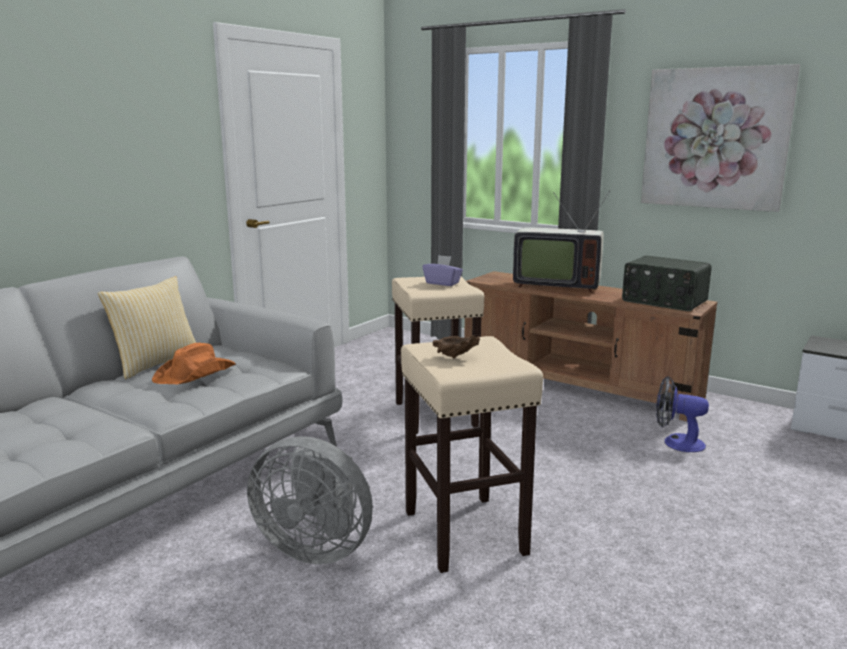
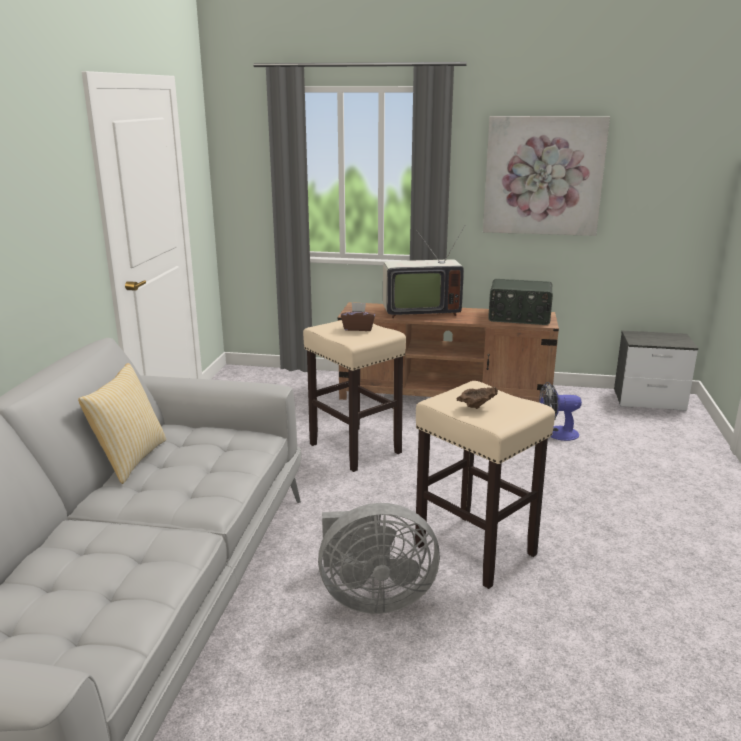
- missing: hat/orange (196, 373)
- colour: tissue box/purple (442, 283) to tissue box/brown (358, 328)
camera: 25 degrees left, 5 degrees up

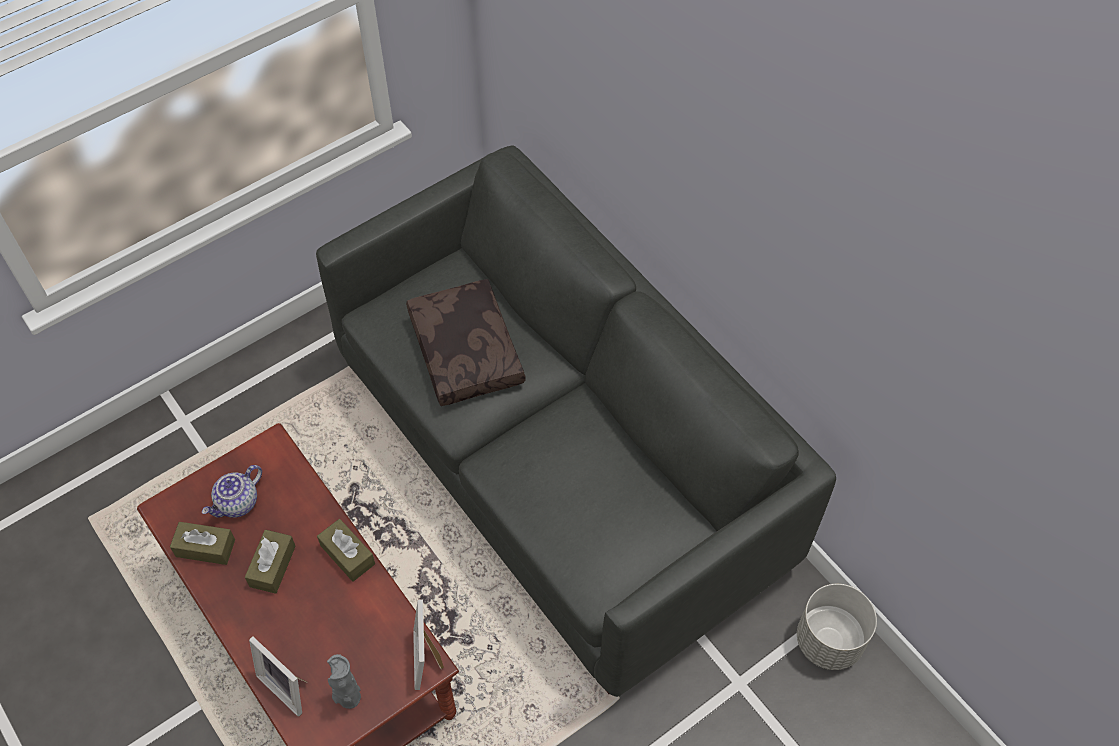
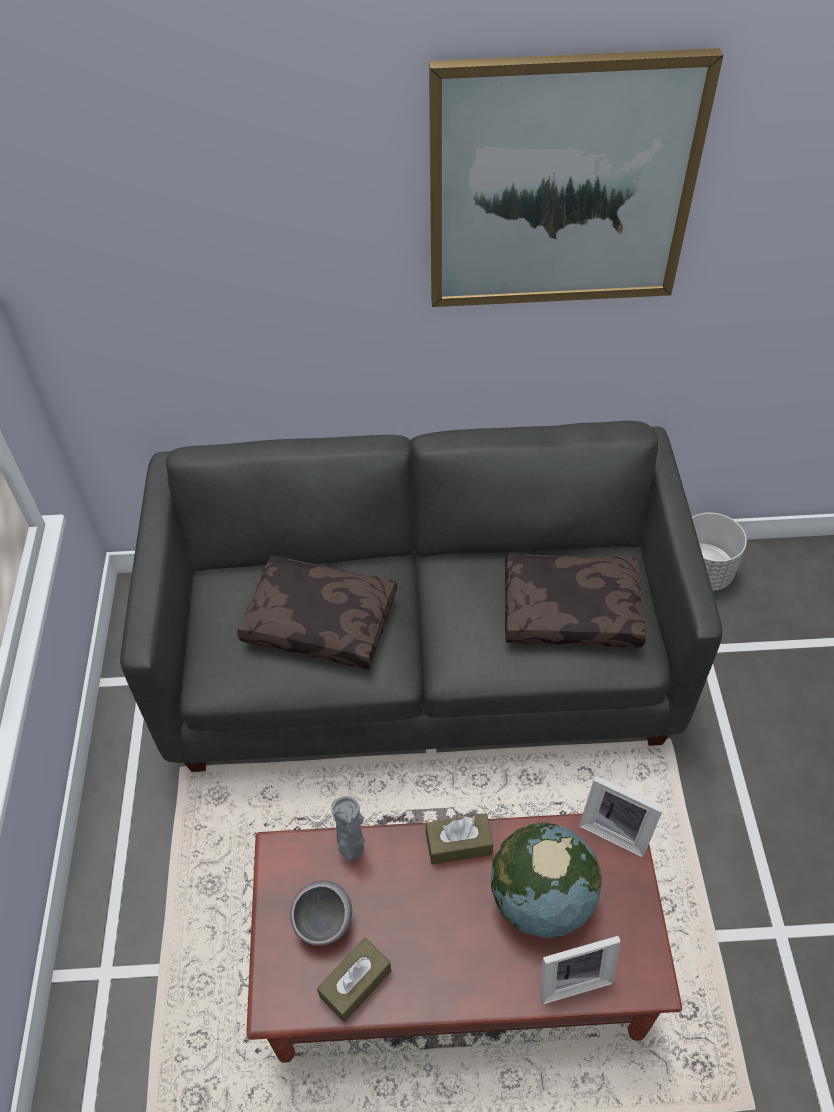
- exchanged: teapot (238, 503) to bowl/grey (324, 922)
- missing: tissue box/brown (272, 566)
- relocated: vase/grey (349, 699) to (352, 851)
- appeared: picture (561, 186)
- appeared: globe (540, 898)
- appeared: pillow/brown (572, 609)
camera: 55 degrees left, 5 degrees down

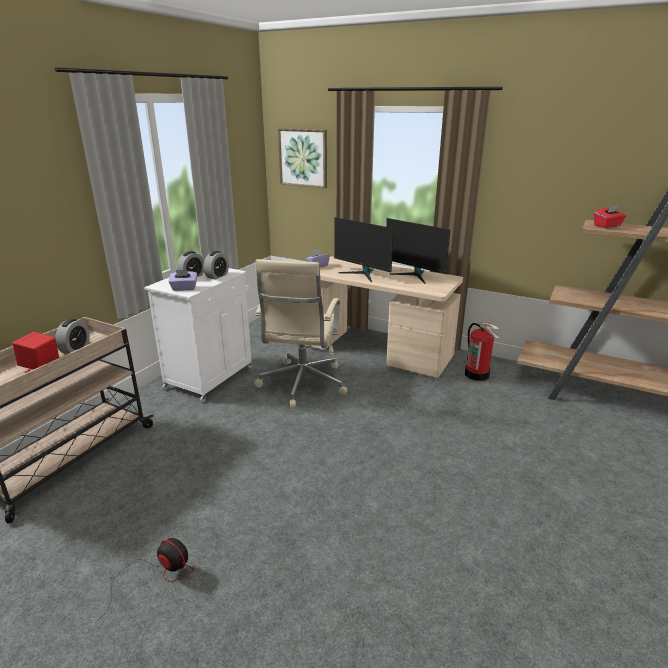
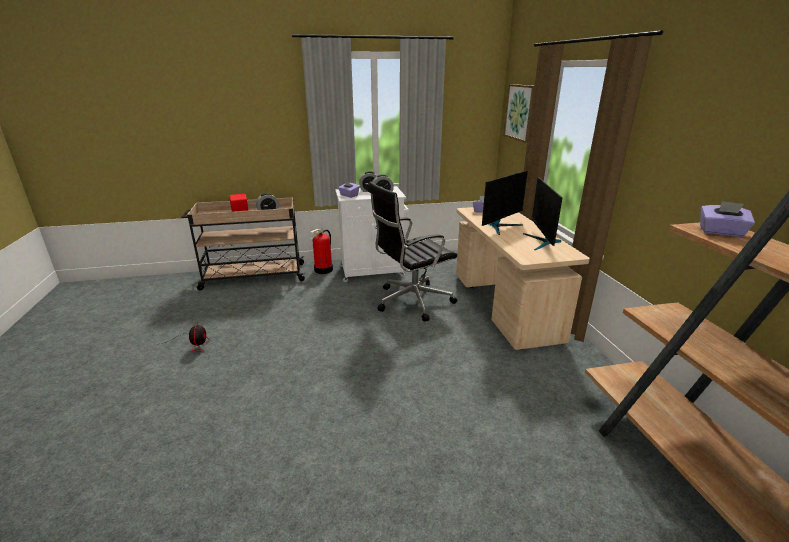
- colour: office chair/beige (302, 385) to office chair/black (411, 301)
- spun: monitor (362, 274) = (500, 226) 135 degrees counterclockwise
- relocated: fire extinguisher (477, 374) to (323, 270)
- colour: tissue box/red (607, 226) to tissue box/purple (721, 232)
camera: 50 degrees right, 0 degrees up

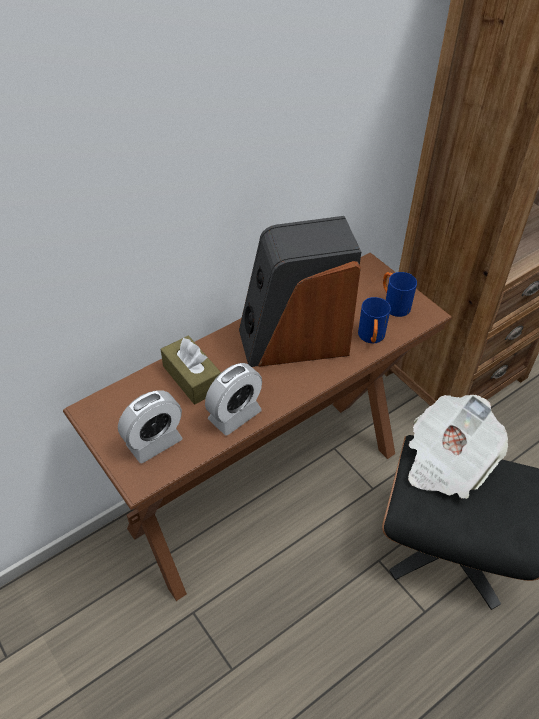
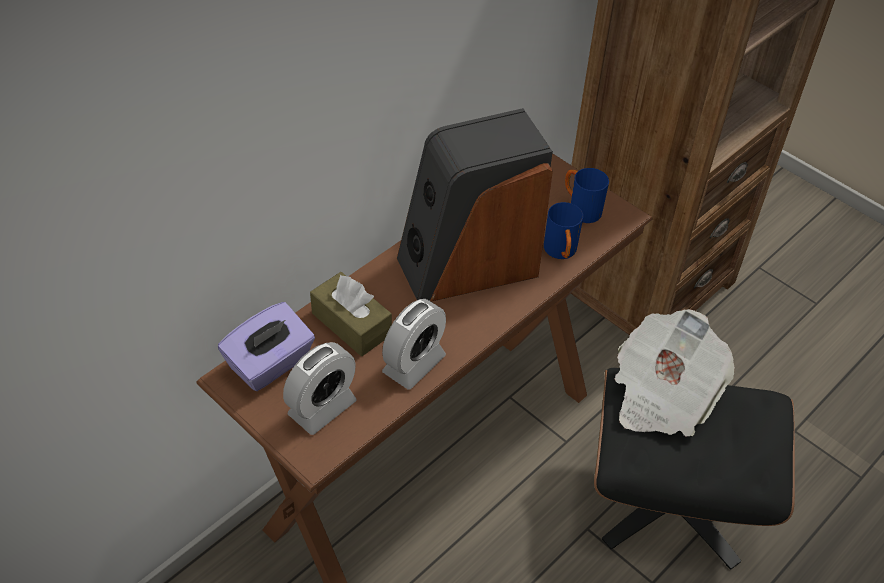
- appeared: tissue box/purple (270, 364)
camera: 10 degrees left, 0 degrees up

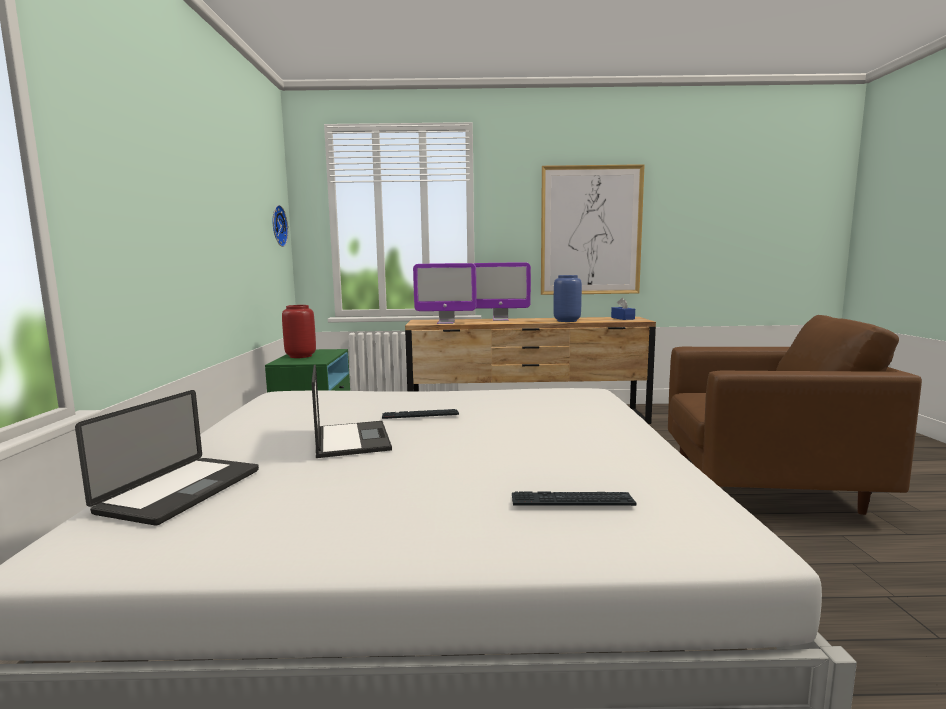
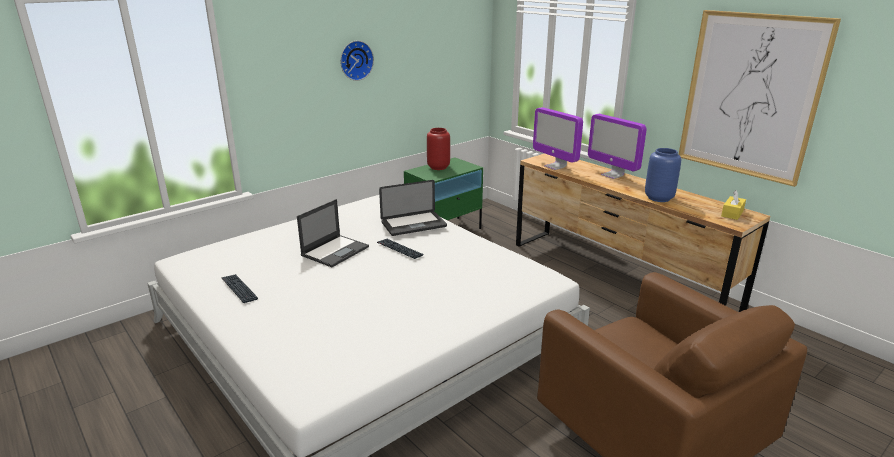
- relocated: laptop (181, 491) to (413, 224)
- relocated: wall clock (277, 226) to (355, 60)
- relocated: keyboard (572, 501) to (239, 289)
- colour: tissue box/blue (622, 318) to tissue box/yellow (732, 213)
camera: 50 degrees right, 15 degrees up

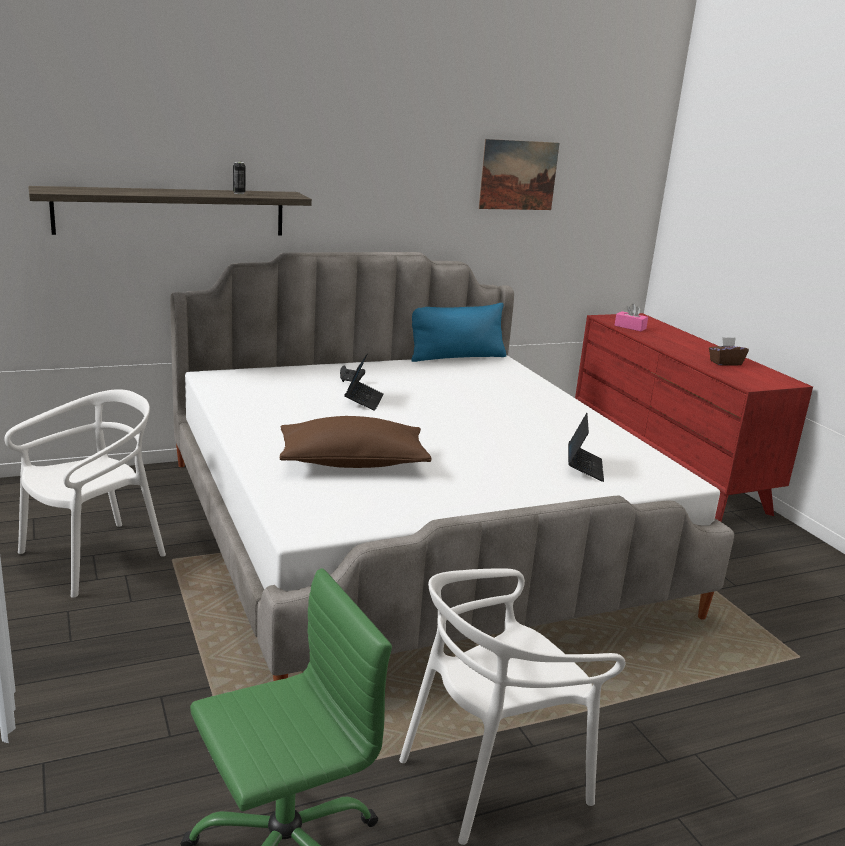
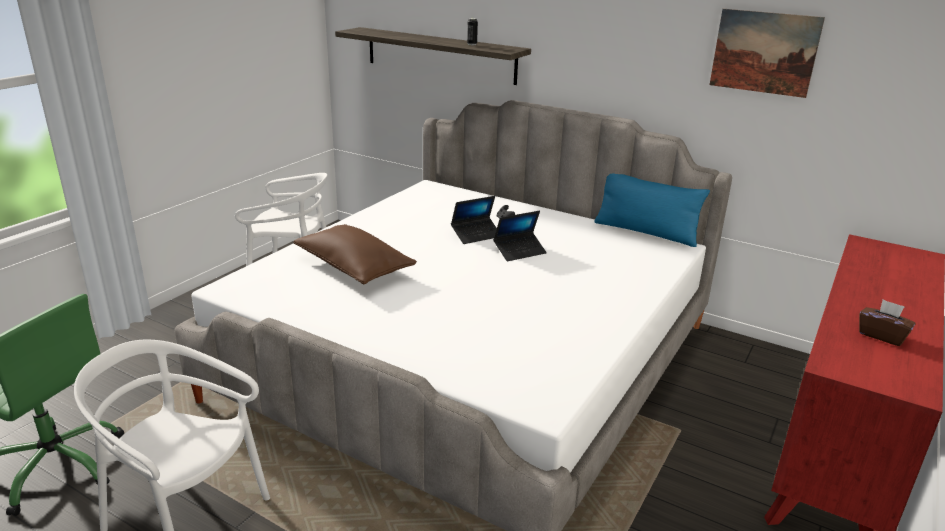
- relocated: laptop (584, 468) to (519, 251)
- missing: tissue box/pink (630, 327)
camera: 55 degrees right, 5 degrees up

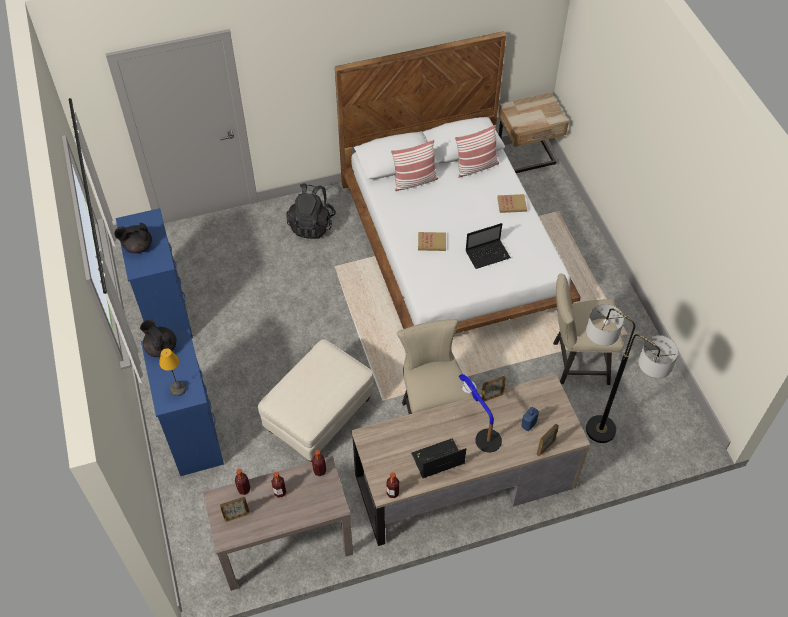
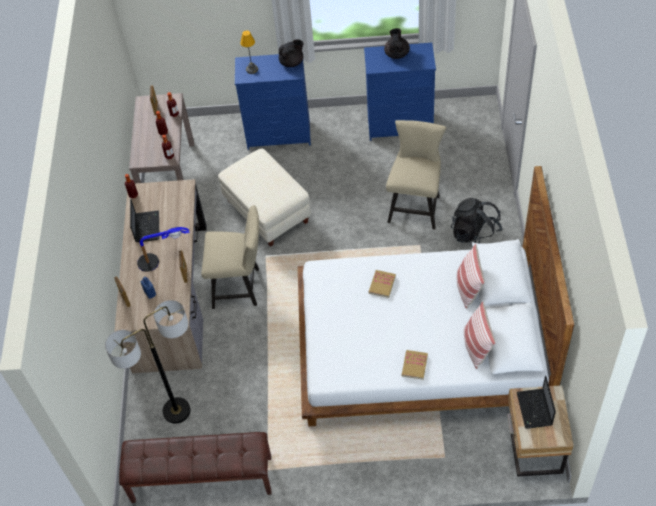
- relocated: laptop (488, 254) to (535, 410)
- relocated: chair/beige (575, 362) to (415, 206)
- appeared: bench/brown (201, 480)
camera: 110 degrees right, 0 degrees up

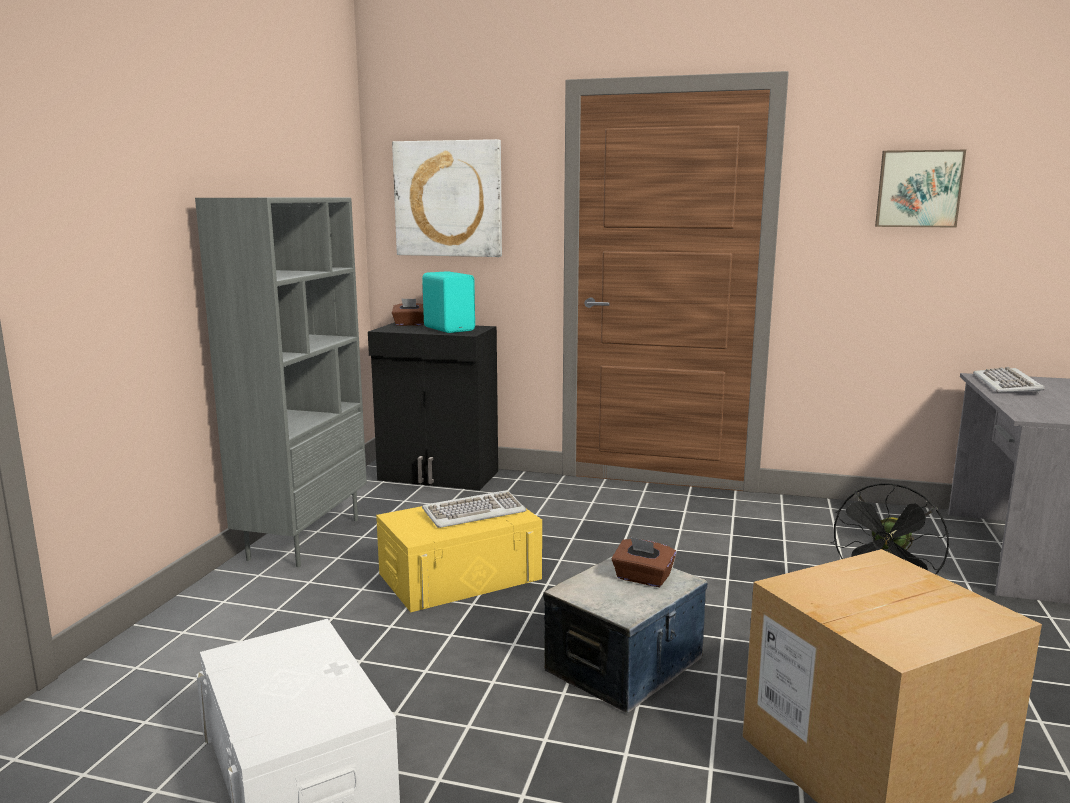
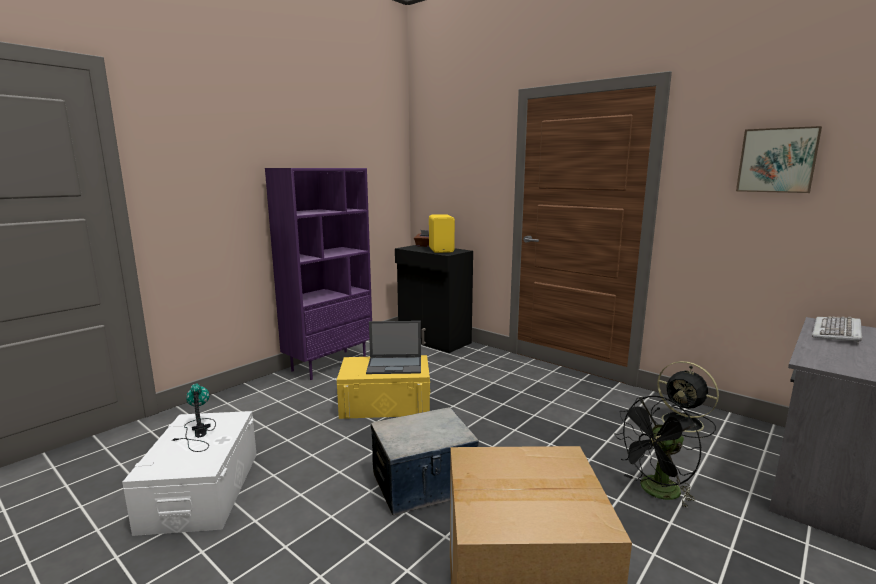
- colour: bookcase/grey (304, 538) to bookcase/purple (329, 364)
- missing: picture (448, 199)
- colour: speaker/turquoise (450, 329) to speaker/yellow (442, 250)
- exchanged: keyboard (474, 512) to laptop (395, 365)
- missing: tissue box/brown (642, 578)
- appeared: table lamp (197, 433)
- appeared: fan/black (684, 423)
camera: 25 degrees right, 0 degrees up

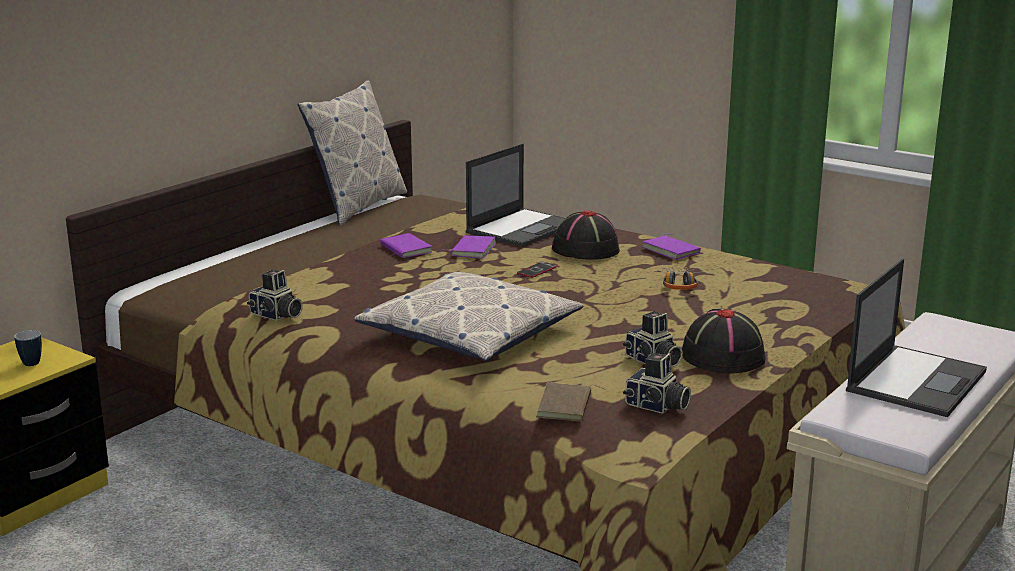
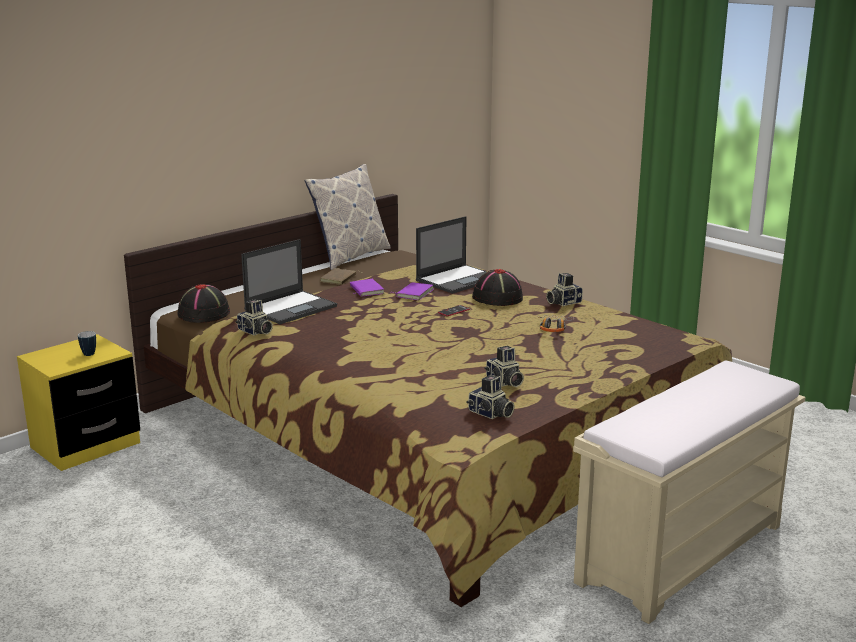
- missing: pillow (470, 333)
- relocated: book/brown (566, 406) to (339, 279)
- exchanged: book/purple (672, 250) to photo camera (563, 302)
- relocated: hat/black (722, 356) to (204, 313)
- relocated: laptop (916, 380) to (291, 307)
camera: 10 degrees right, 0 degrees up

